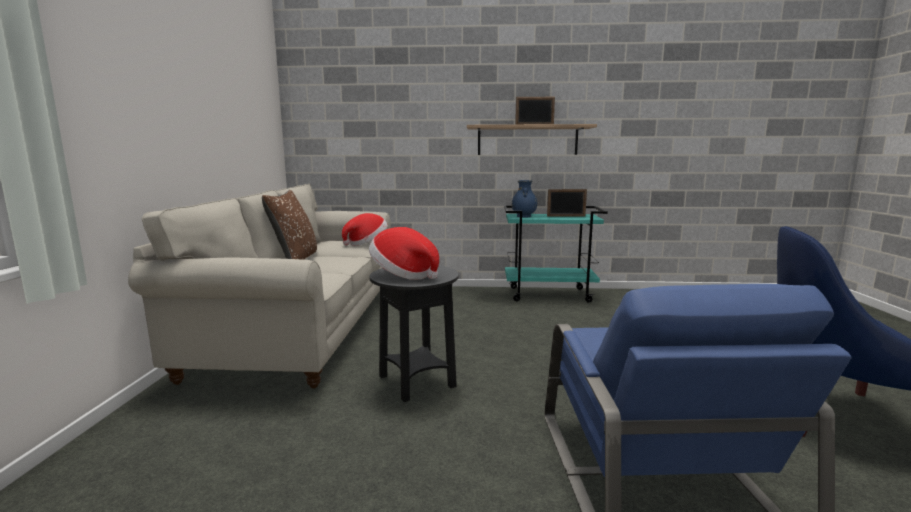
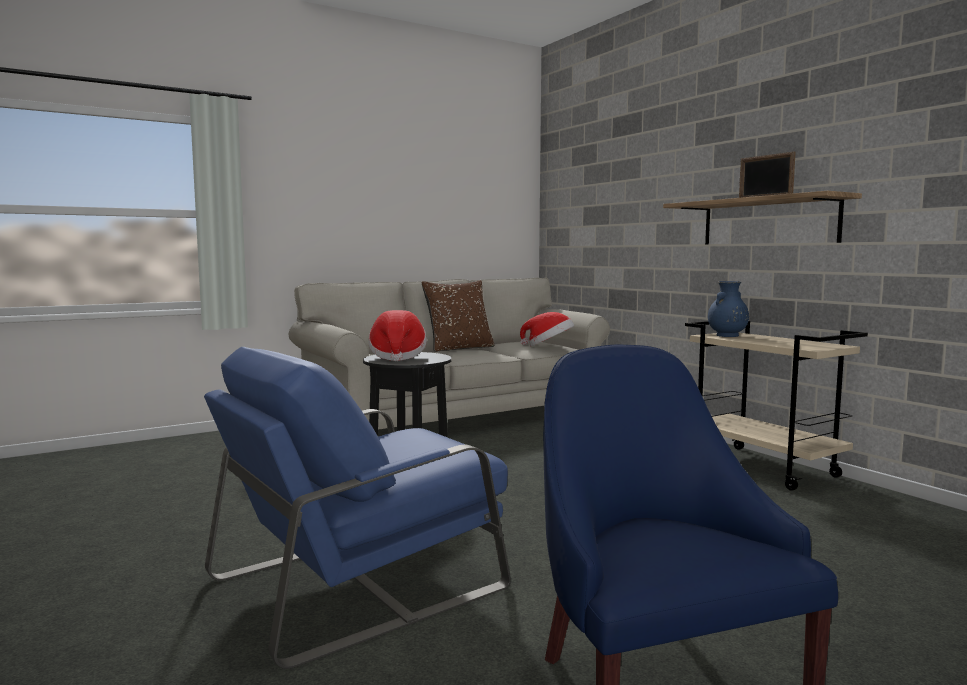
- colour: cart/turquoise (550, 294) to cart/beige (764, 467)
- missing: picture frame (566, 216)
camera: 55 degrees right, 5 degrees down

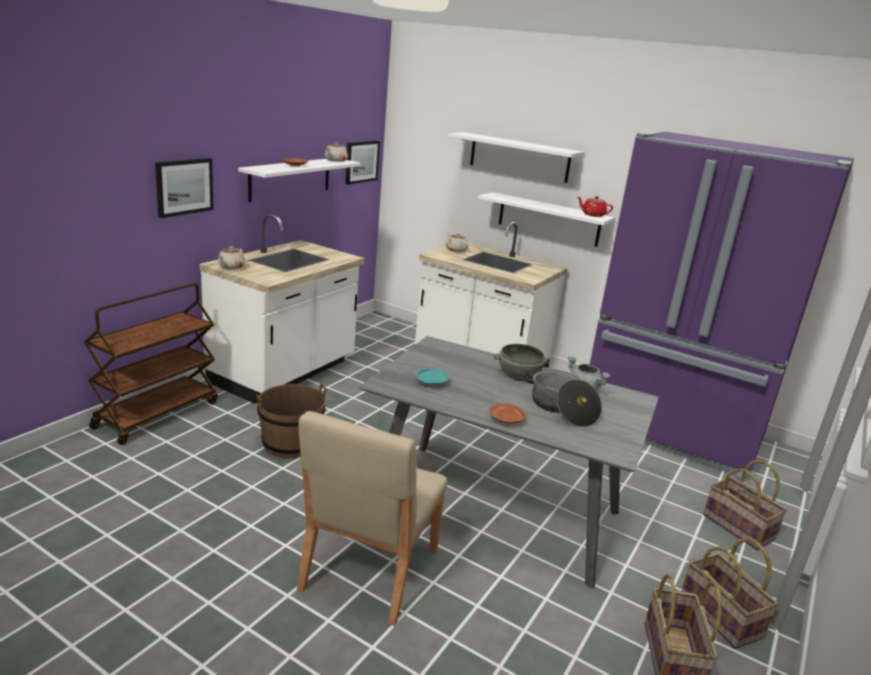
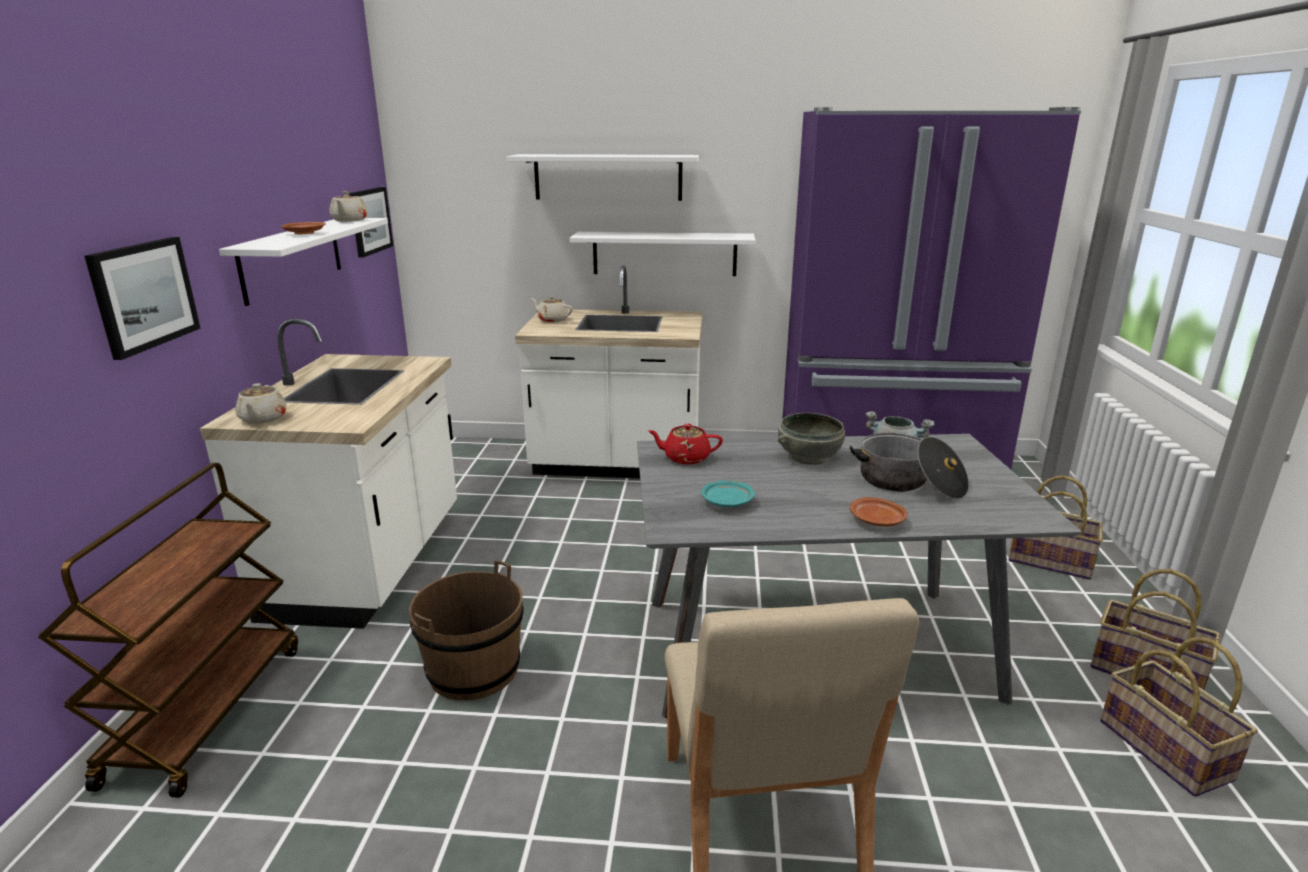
- relocated: teapot/red (592, 215) to (685, 458)
camera: 25 degrees left, 0 degrees up

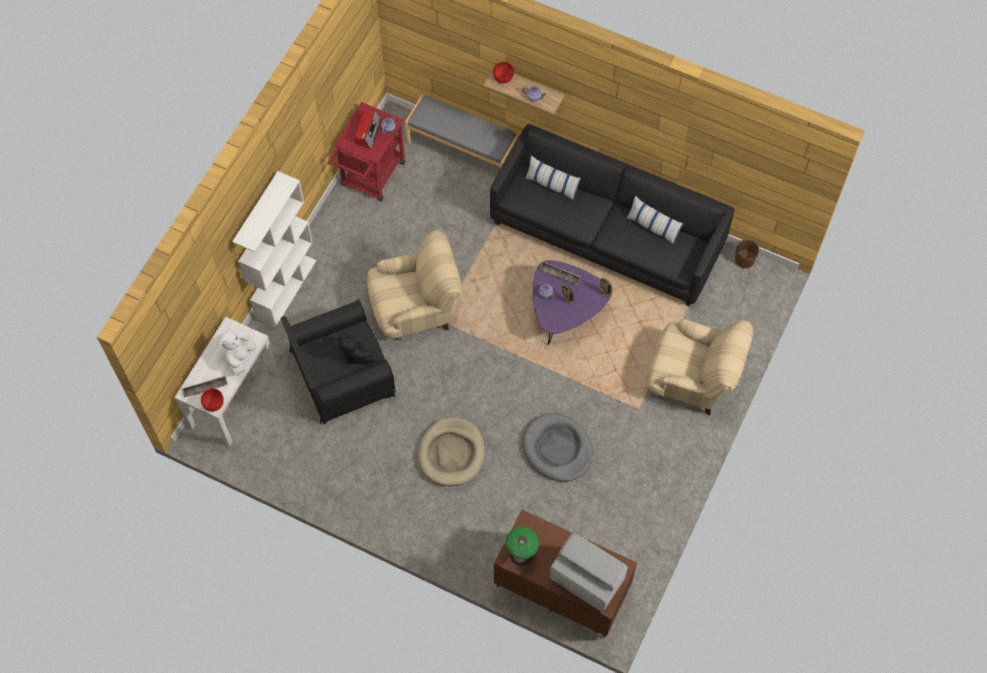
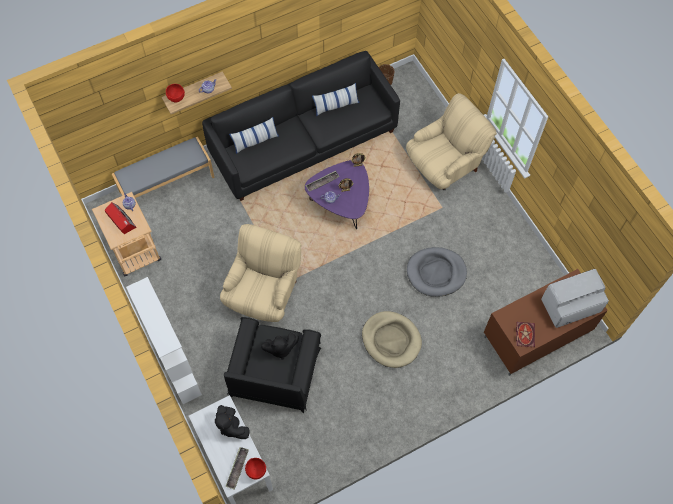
- colour: plush toy/white (240, 357) to plush toy/black (231, 426)
- colour: cart/red (370, 178) to cart/beige (136, 254)
- exchanged: table lamp (521, 553) to book (524, 334)
camera: 55 degrees left, 0 degrees up

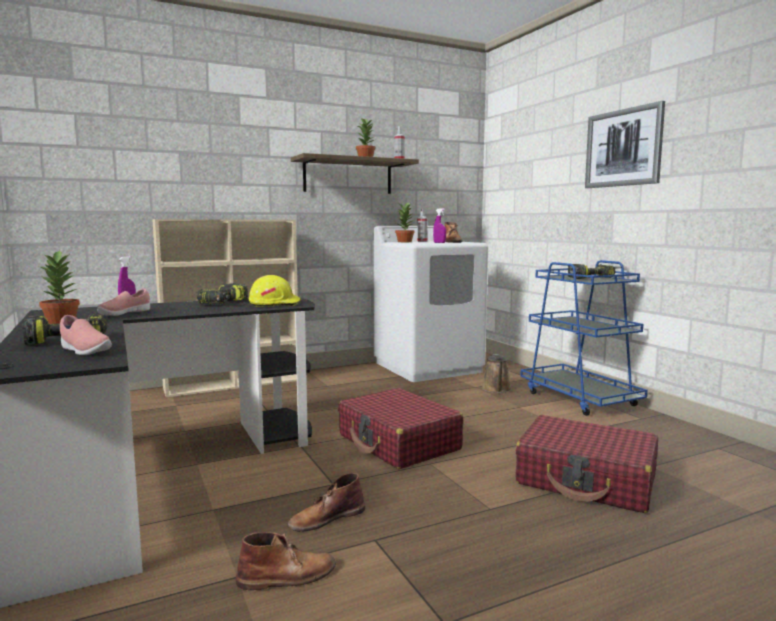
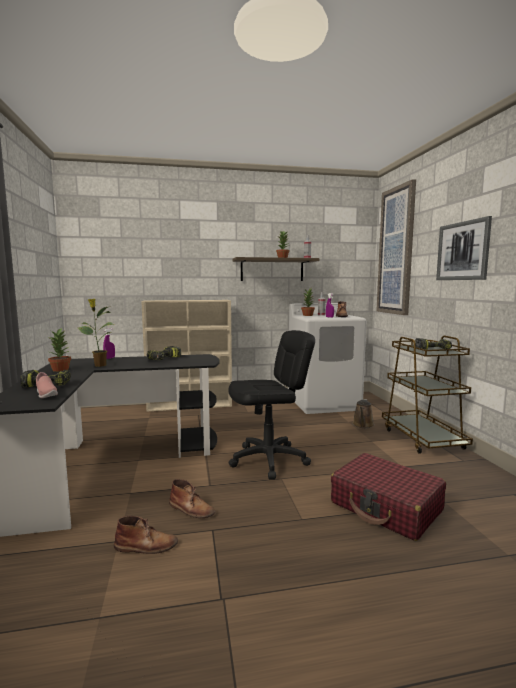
- exchanged: shoe/pink (124, 314) to potted plant (99, 365)
- missing: hard hat/yellow (275, 304)
- spun: boot/brown (326, 518) = (191, 509) 135 degrees counterclockwise
- exchanged: suitcase/red (399, 443) to office chair/black (269, 460)
- colour: cart/blue (579, 398) to cart/brown (422, 438)
- appeared: picture (396, 251)
camera: 15 degrees right, 0 degrees up

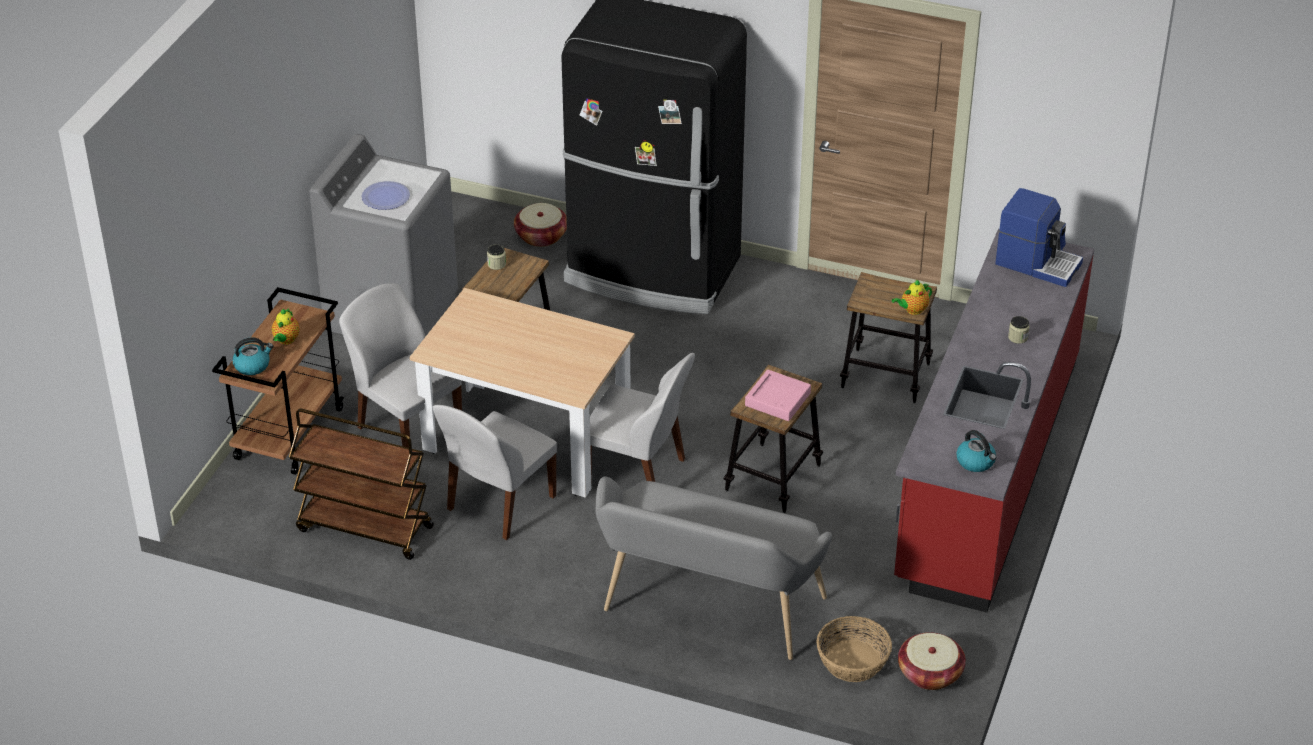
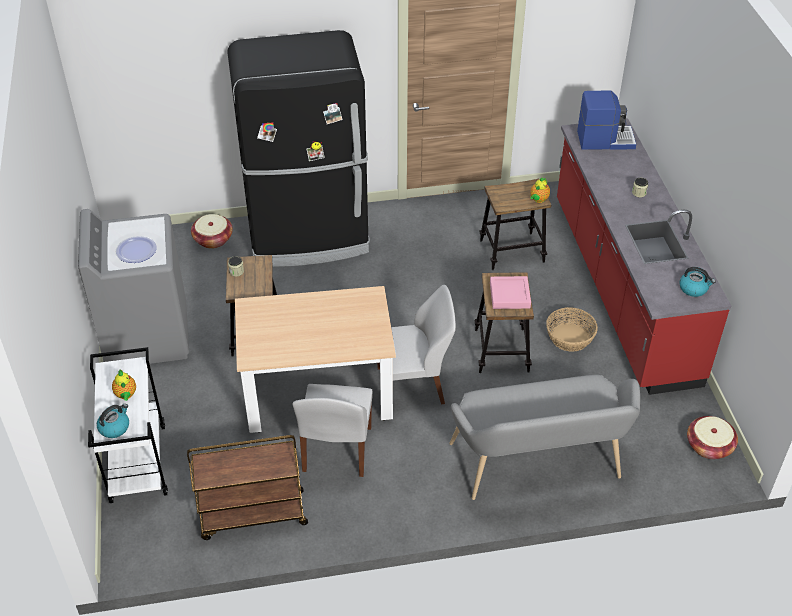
- colour: cart/brown (289, 433) to cart/white (137, 462)
- missing: chair/white (408, 426)
- relocated: basket (853, 662) to (570, 338)
camera: 30 degrees left, 5 degrees up

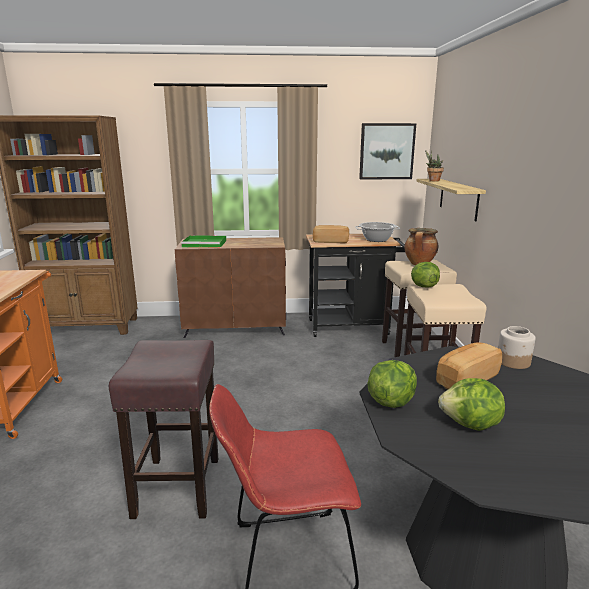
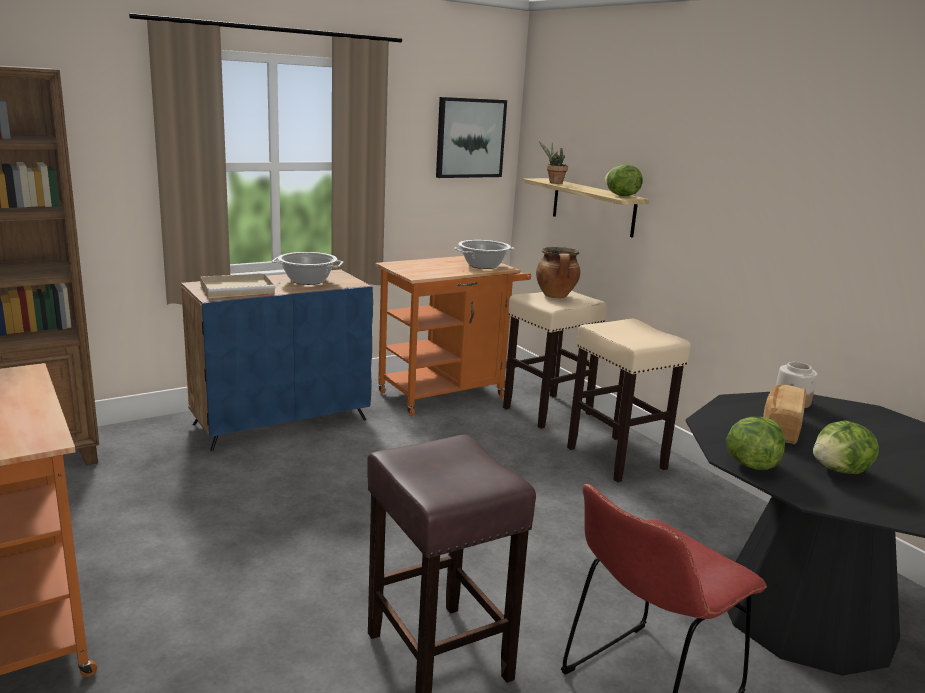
- colour: cabinet/brown (236, 328) to cabinet/blue (282, 421)
- colour: tray/green (205, 243) to tray/beige (239, 289)
- colour: cart/black (353, 327) to cart/orange (448, 393)
- missing: bread (330, 241)
- relocated: lettuce (423, 286) to (620, 196)
- appeared: cooking pot (307, 281)
camera: 30 degrees left, 0 degrees up

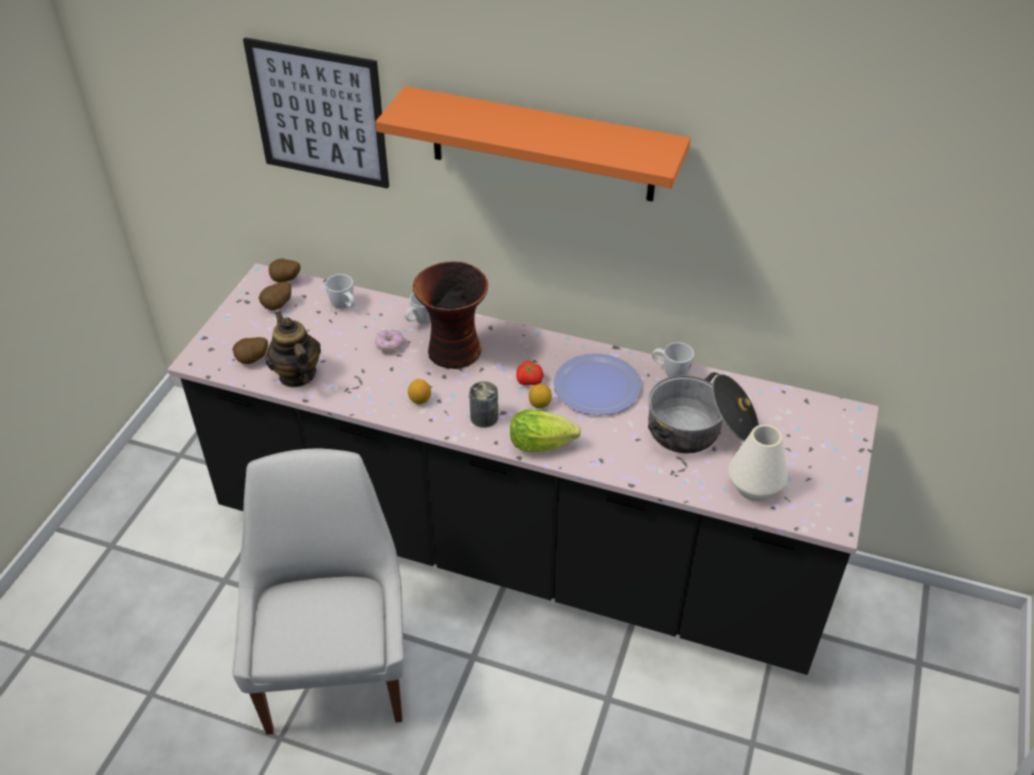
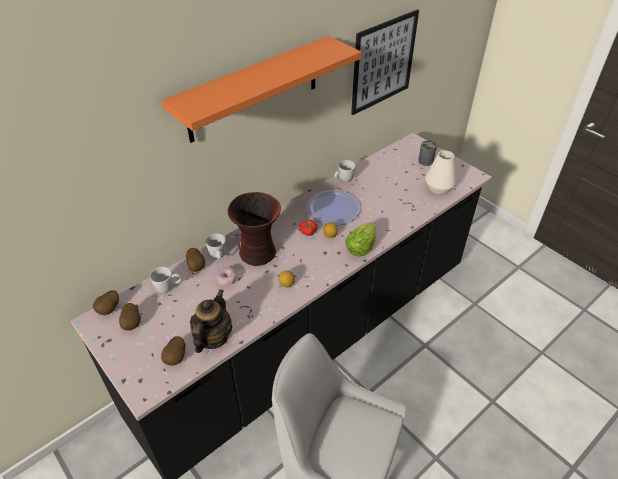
- relocated: picture (319, 114) to (383, 62)
- spun: teapot (297, 375) = (213, 338) 105 degrees clockwise
- relocated: can (484, 417) to (425, 161)
- missing: cooking pot (700, 429)
- appeared: potato (197, 266)
camera: 60 degrees left, 0 degrees up

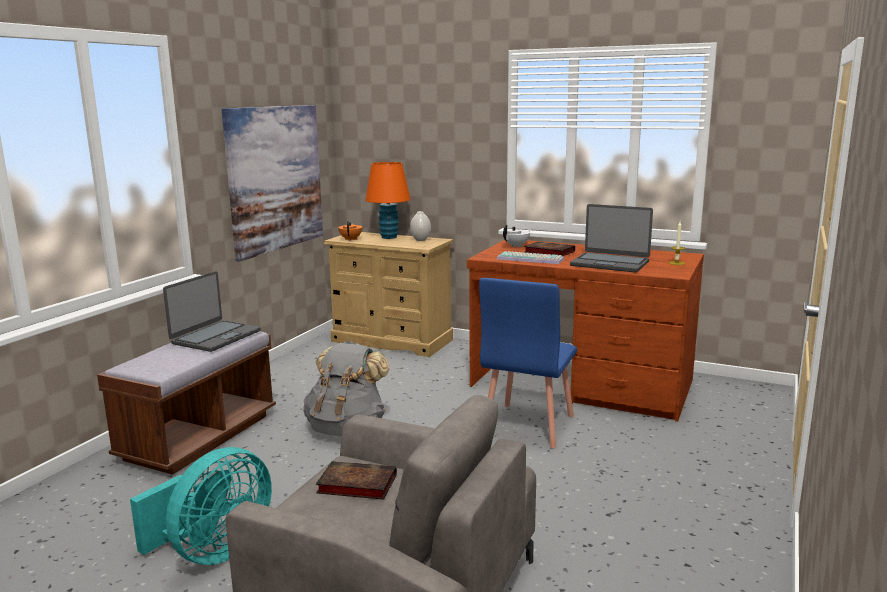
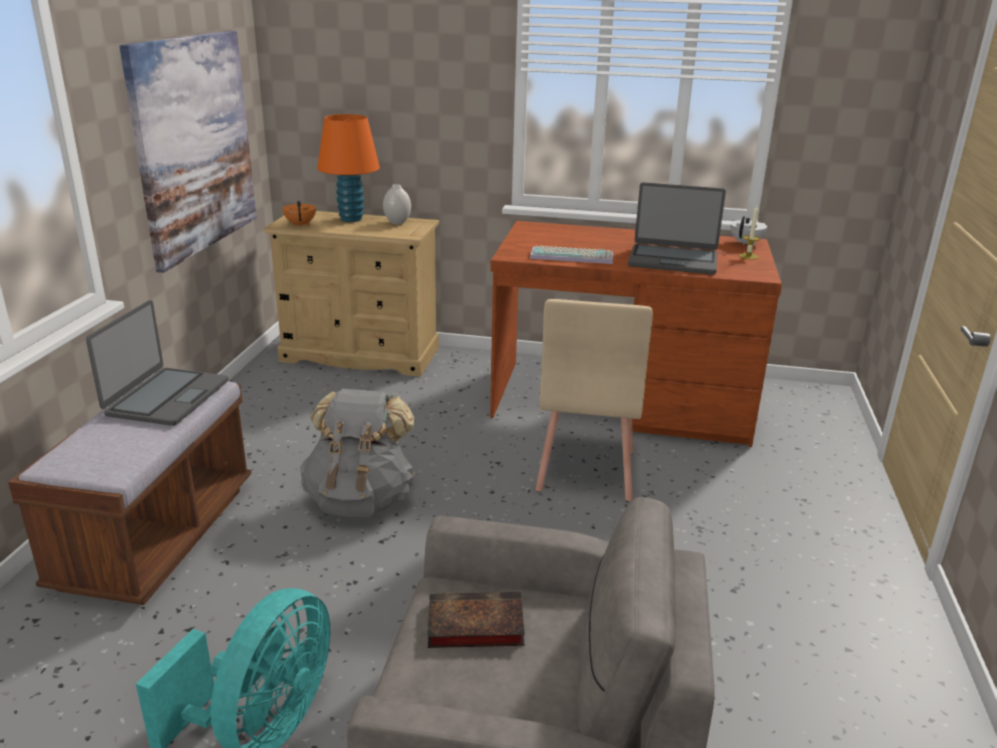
- colour: chair/blue (527, 425) to chair/beige (585, 470)
- relocated: teapot/white (516, 246) to (746, 243)
- missing: book (548, 252)
camera: 15 degrees left, 10 degrees up

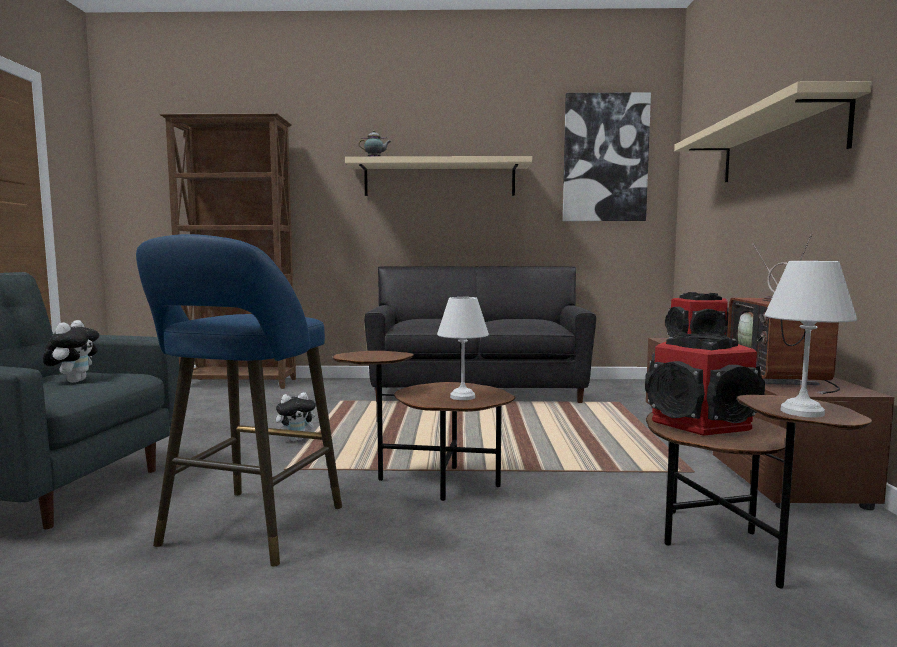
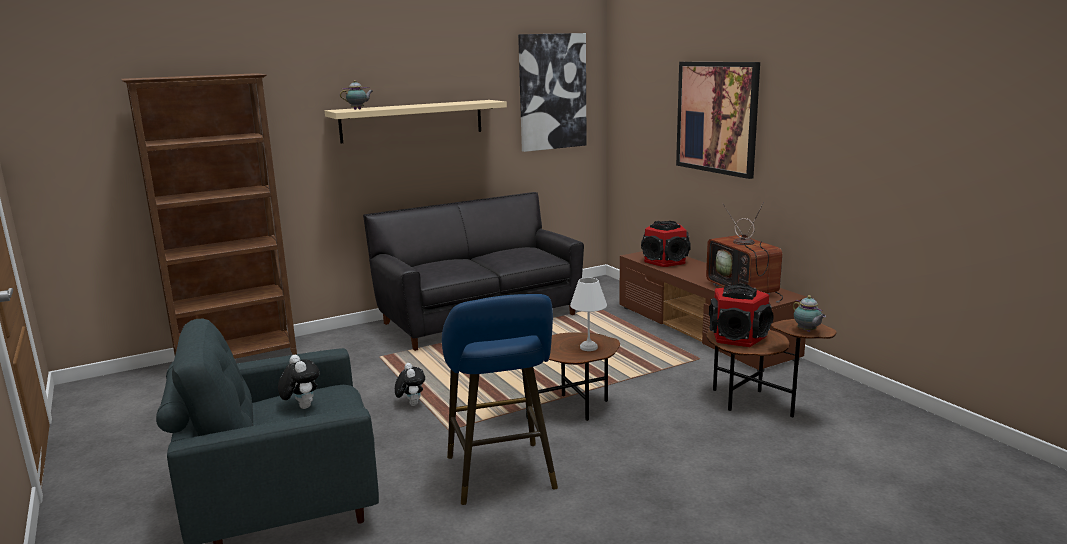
- spun: plush toy (297, 439) = (411, 404) 45 degrees counterclockwise
- exchanged: shelf/beige (778, 144) to picture (716, 117)
- exchanged: table lamp/white (799, 411) to teapot (807, 331)
camera: 30 degrees left, 10 degrees up

